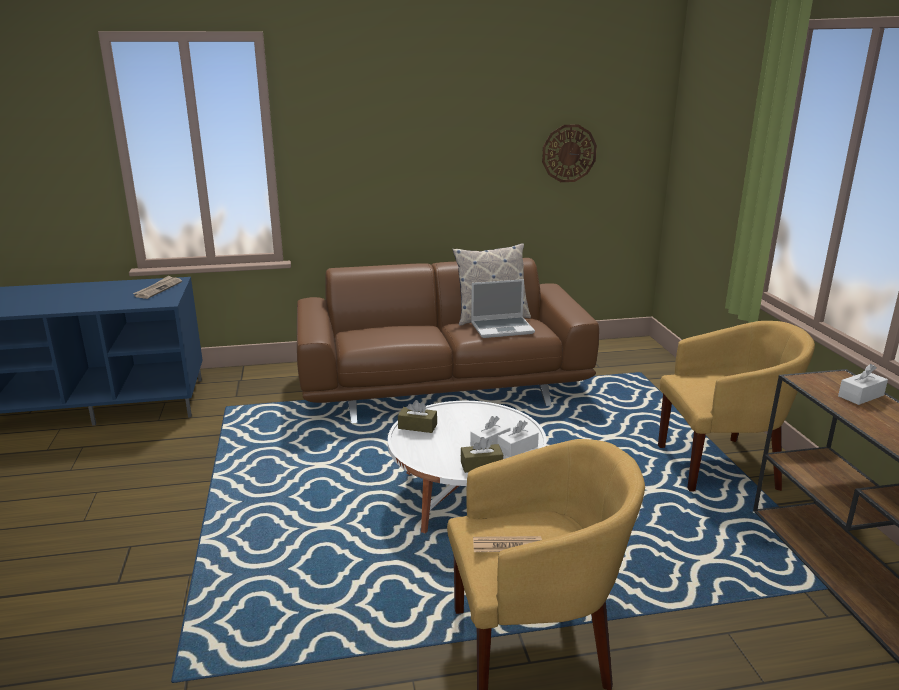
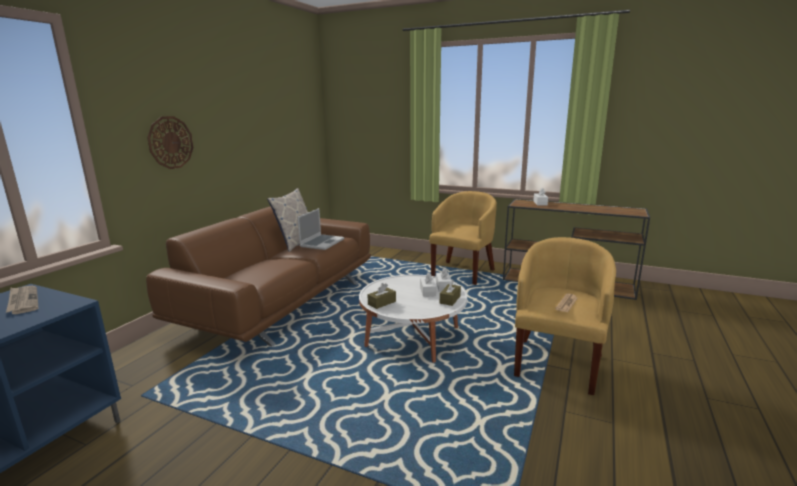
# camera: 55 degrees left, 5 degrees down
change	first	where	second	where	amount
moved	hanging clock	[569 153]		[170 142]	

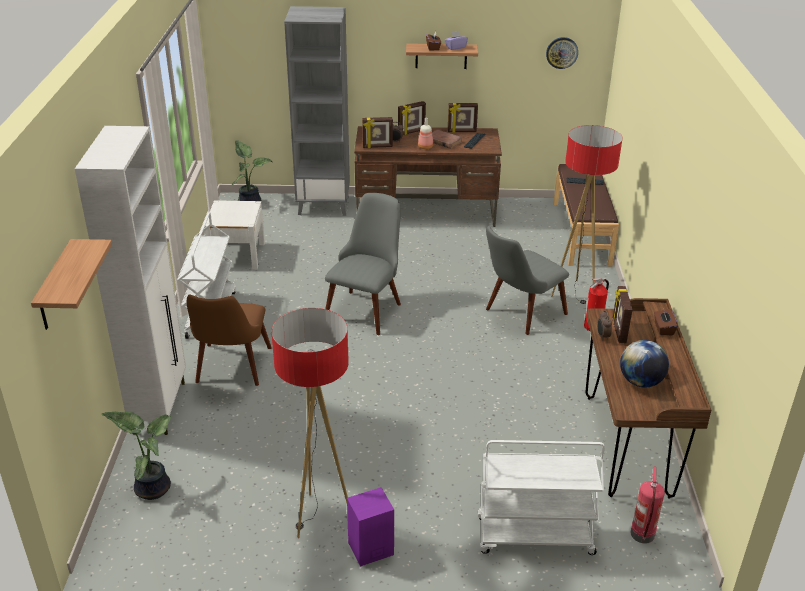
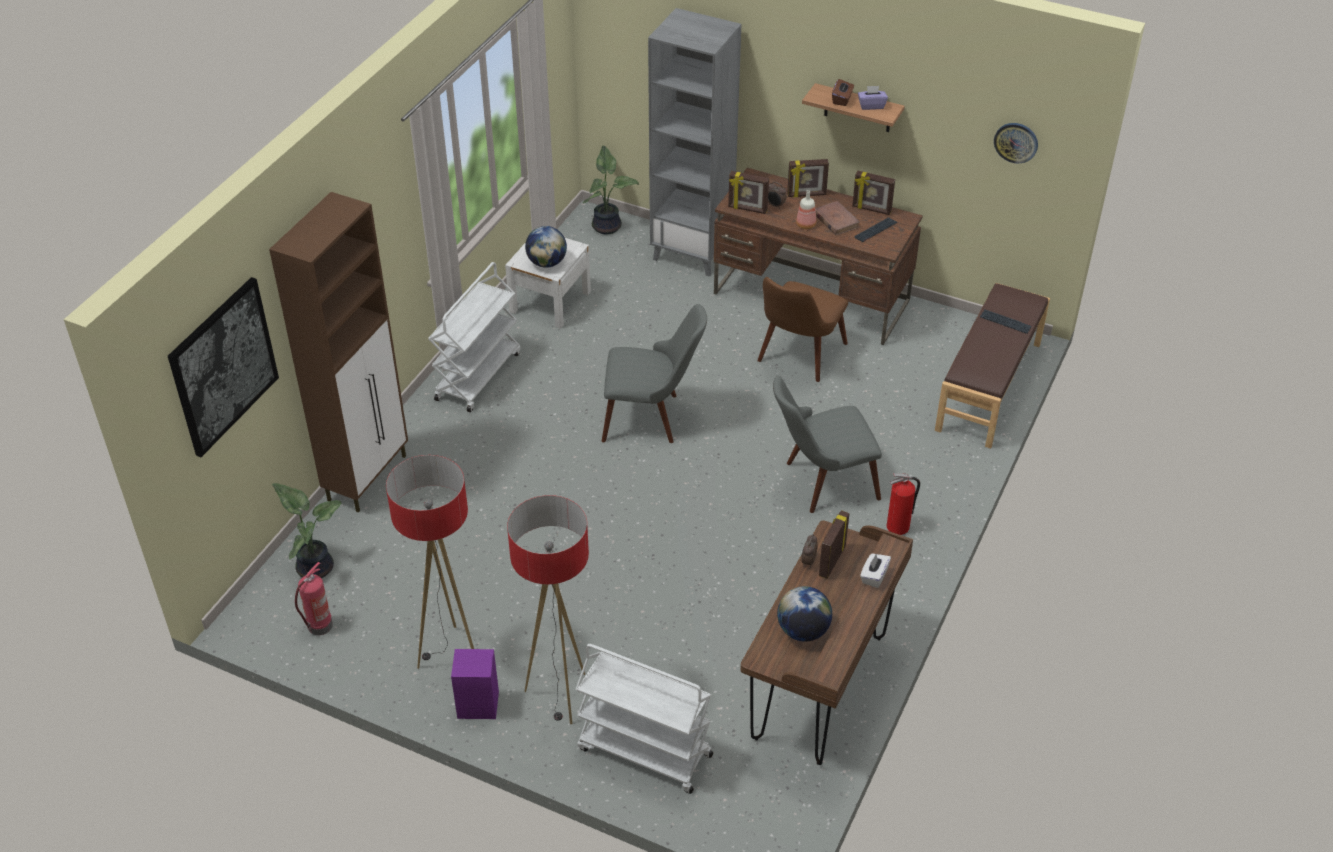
# camera: 25 degrees right, 10 degrees up
change	first	where	second	where	amount
replaced	wall shelf	[71 284]	wall picture	[223 367]	
recoloured	storage cabinet (whitish)	[130 280]	storage cabinet (brown)	[338 352]	
moved	fire extinguisher	[647 504]		[314 598]	
moved	standard lamp	[587 214]		[548 609]	
added			desk globe	[546 247]	
turned	plain chair (greyish)	[363 264]		[654 373]	45 degrees clockwise
moved	plain chair (brown)	[229 340]		[802 329]	
recoloured	box of tissues (brown)	[666 322]	box of tissues (whitish)	[875 570]	

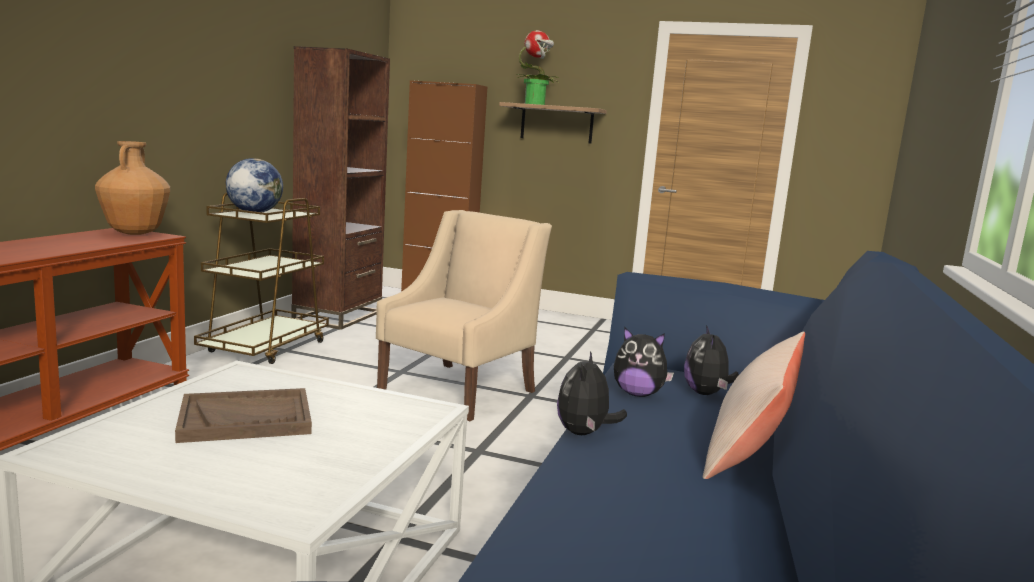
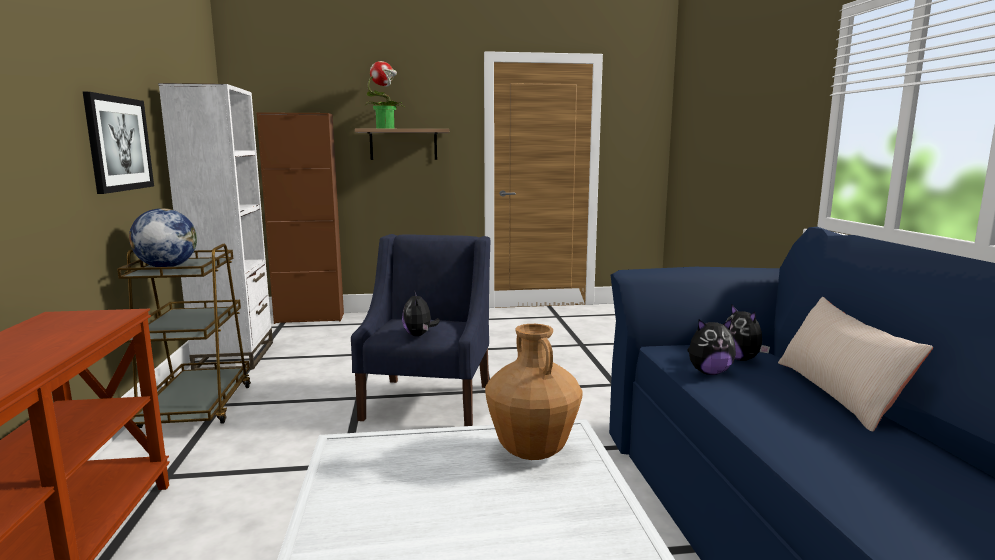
# camera: 25 degrees left, 0 degrees up
change	first	where	second	where	amount
added			wall picture	[118 143]	
recoloured	bookcase (brown)	[341 188]	bookcase (whitish)	[215 226]	
recoloured	easy chair (beige)	[464 315]	easy chair (blue)	[420 330]	
moved	cuddly toy	[592 393]		[421 313]	
moved	vase (brown)	[132 188]		[534 392]	
removed	serving tray (brown)	[243 415]			

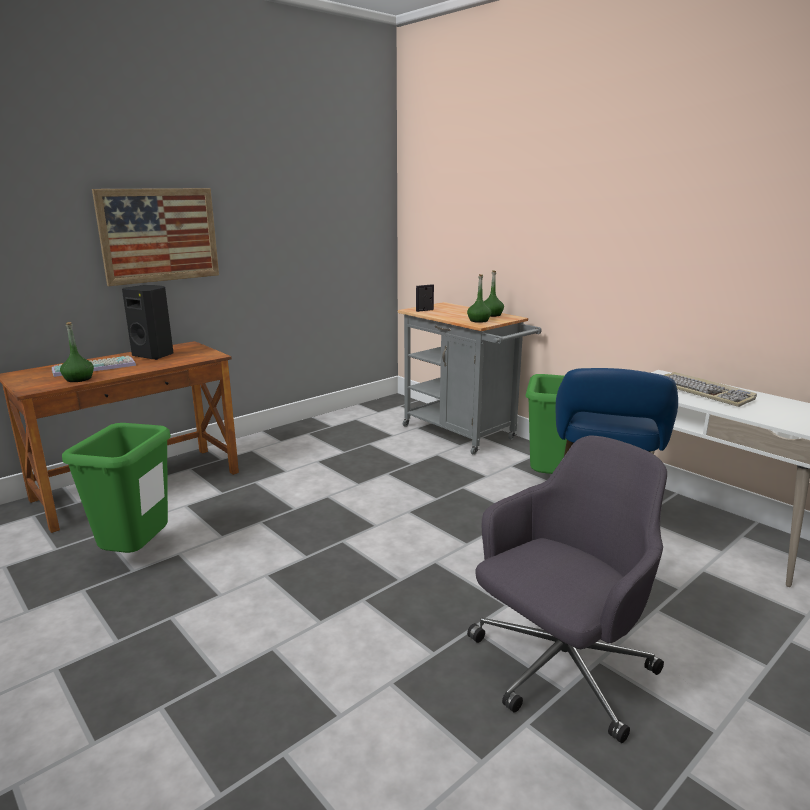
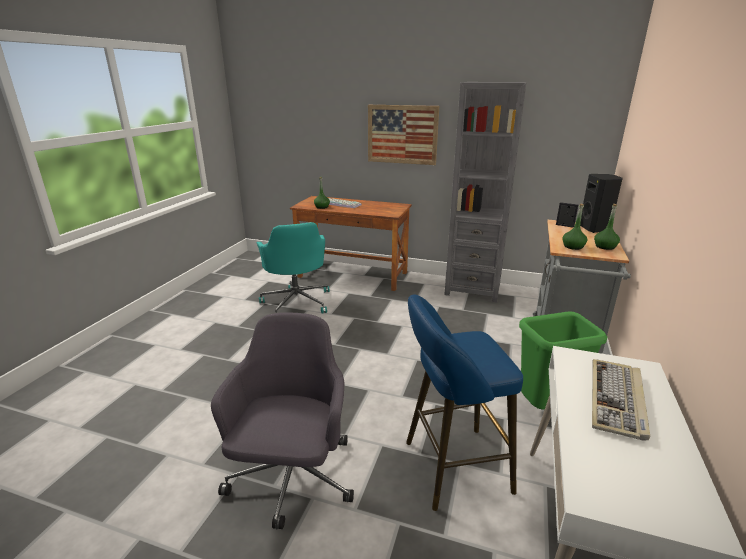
# camera: 60 degrees right, 5 degrees up
change	first	where	second	where	amount
turned	desk chair (greyish)	[567 589]		[282 421]	105 degrees counterclockwise
replaced	rubbish bin (green)	[116 488]	desk chair (turquoise)	[293 268]	
added			bookcase (greyish)	[485 192]	
moved	audio speaker (black-coloured)	[148 322]		[601 203]	

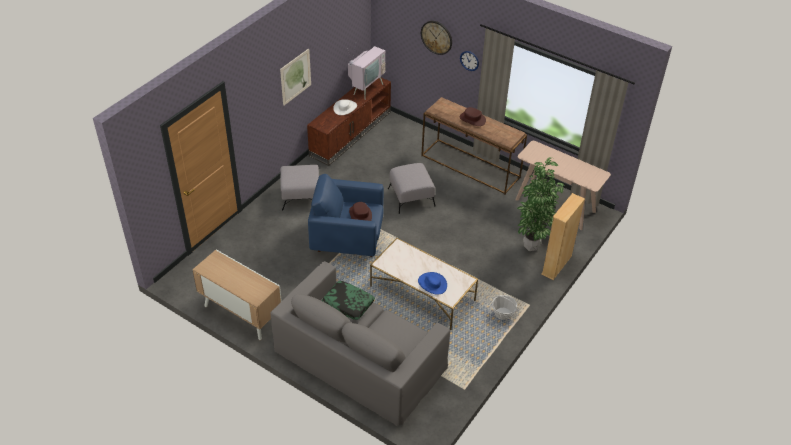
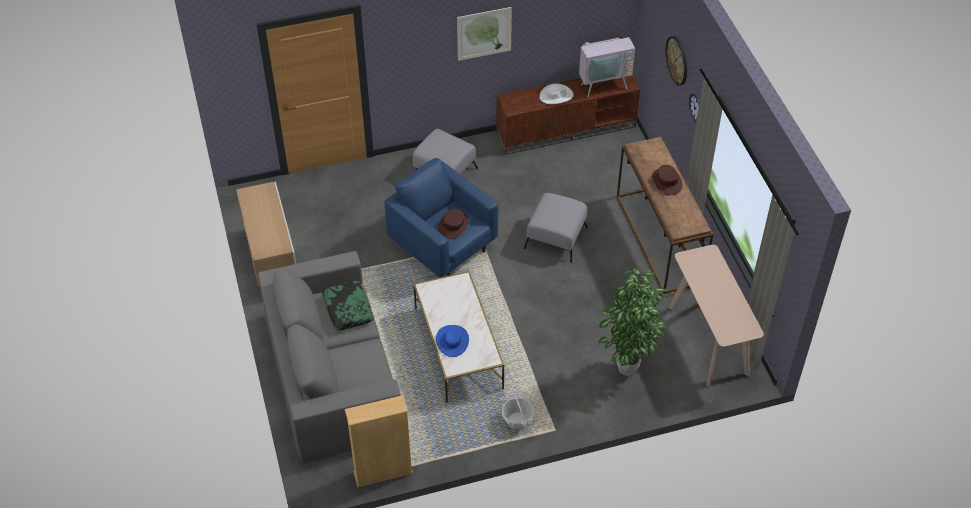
# camera: 40 degrees right, 5 degrees up
change	first	where	second	where	amount
moved	bookcase (beige)	[563 236]		[379 441]	

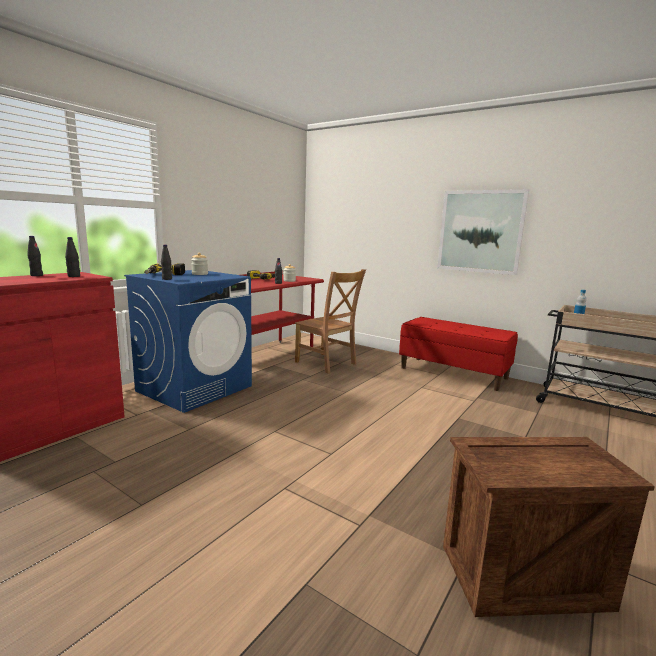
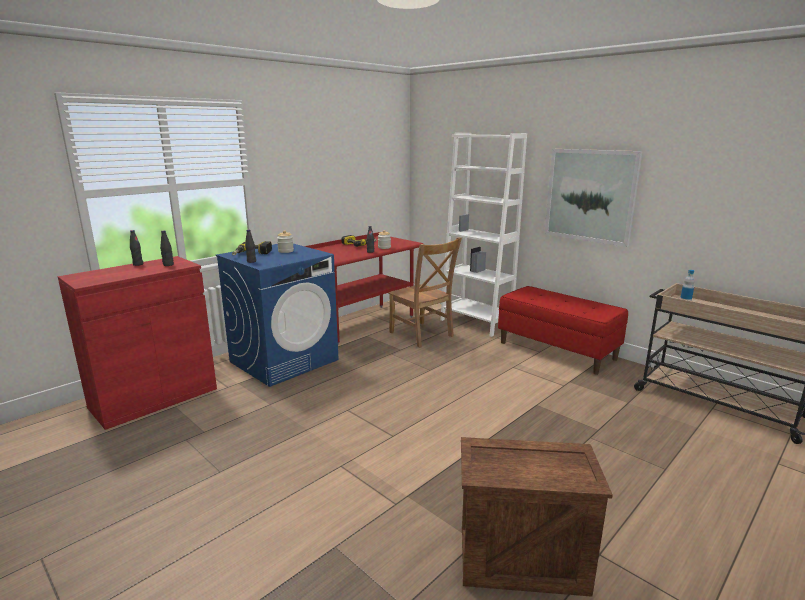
# camera: 10 degrees right, 5 degrees up
change	first	where	second	where	amount
added			bookcase (whitish)	[483 235]	

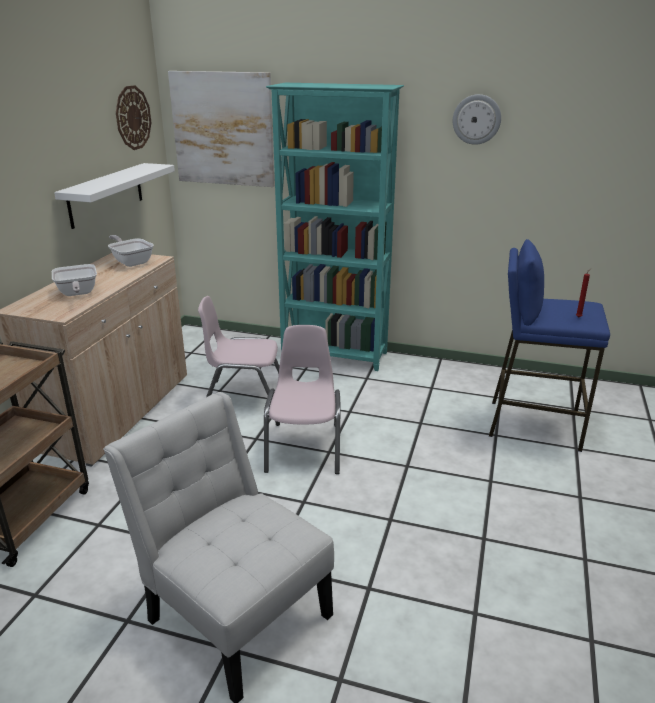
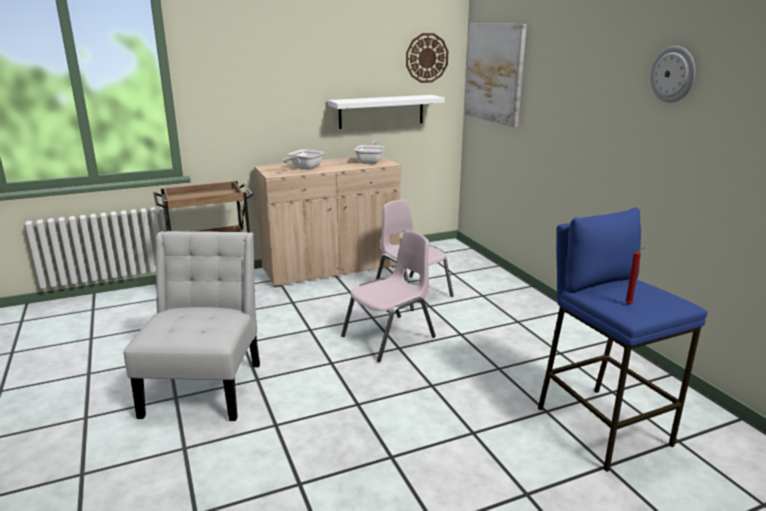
# camera: 50 degrees right, 5 degrees down
change	first	where	second	where	amount
removed	bookcase (turquoise)	[335 227]			

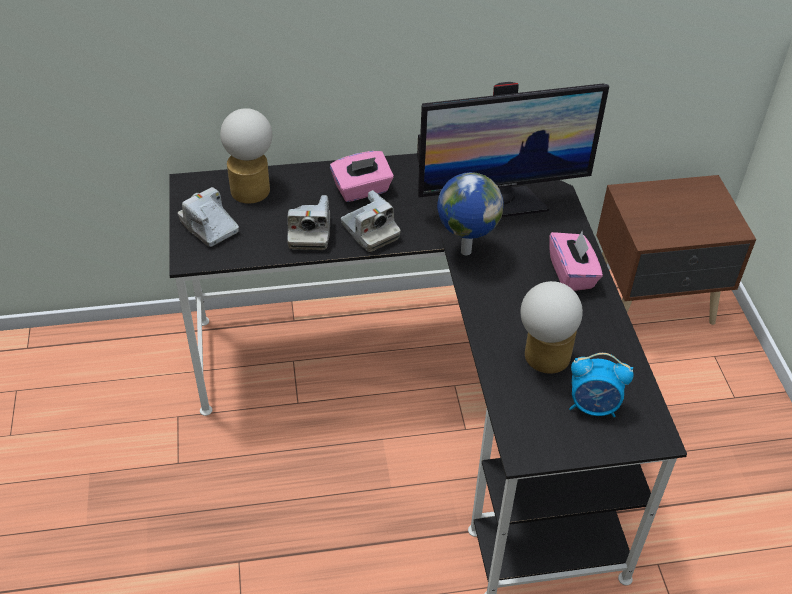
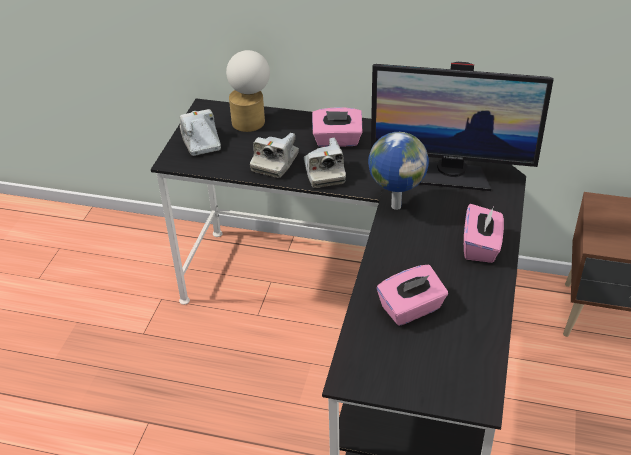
# camera: 25 degrees right, 5 degrees down
change	first	where	second	where	amount
replaced	lamp for a table	[551 327]	box of tissues (pink-coloured)	[412 295]	
removed	bedside clock	[601 385]			

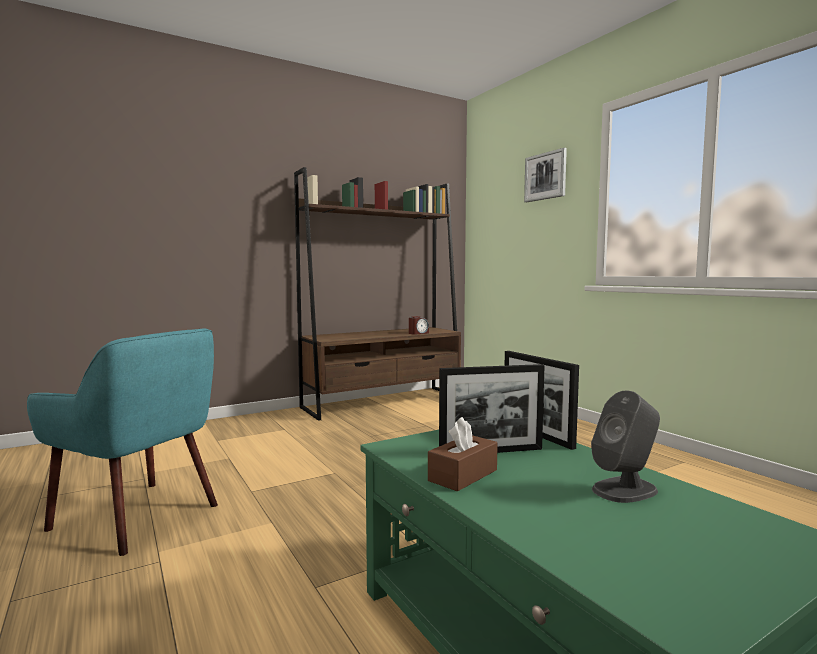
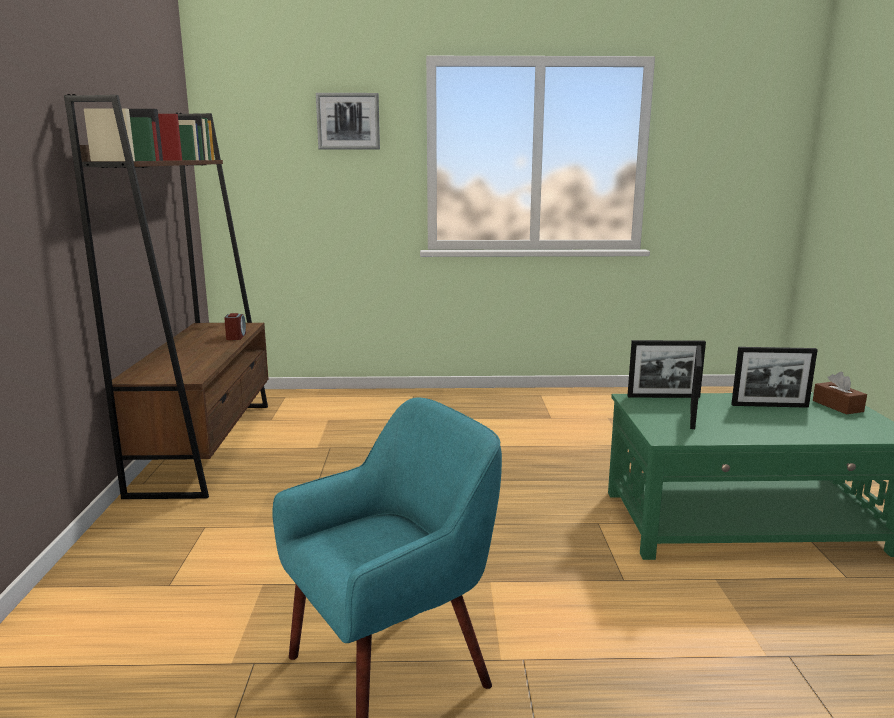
# camera: 60 degrees left, 10 degrees up
change	first	where	second	where	amount
replaced	audio speaker (greyish)	[625 447]	picture frame	[774 377]	
moved	box of tissues (brown)	[463 454]		[840 393]	

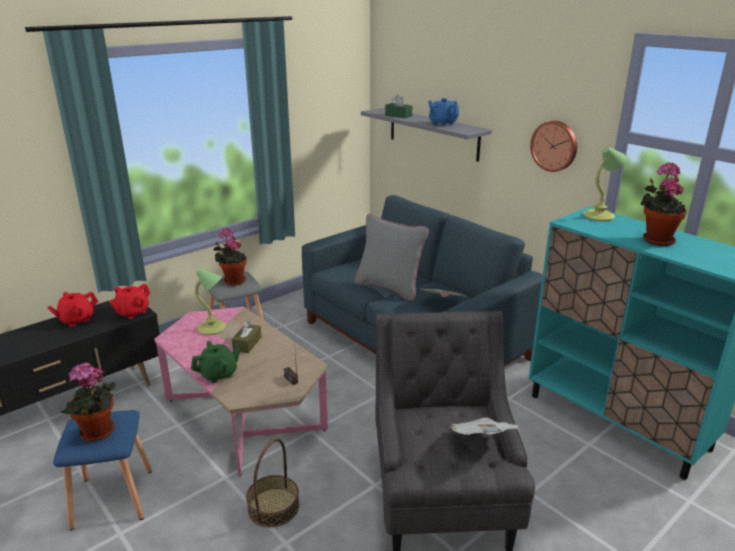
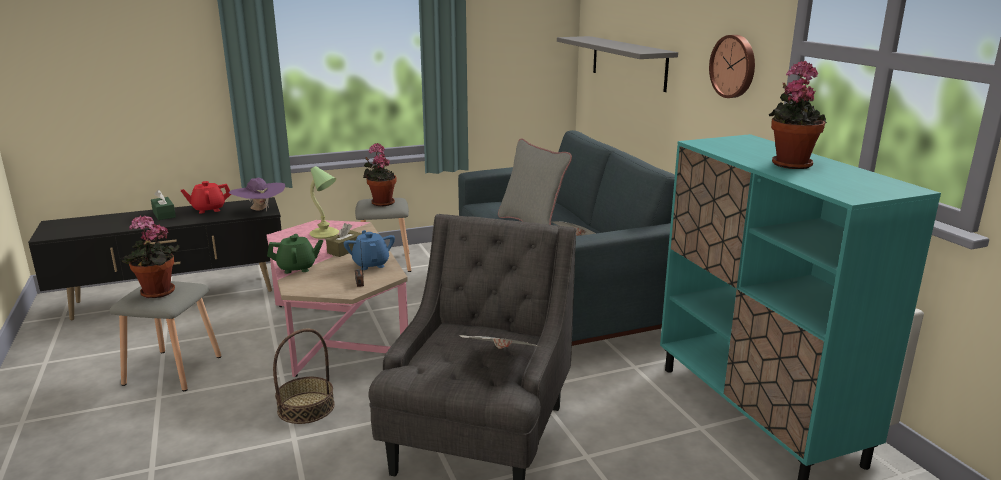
# camera: 20 degrees right, 5 degrees down
change	first	where	second	where	amount
recoloured	sitting stool (blue)	[102 470]	sitting stool (greyish)	[165 336]	
moved	box of tissues (green)	[398 106]		[163 204]	
replaced	pot for tea (reddish)	[129 301]	clothing hat (purple)	[257 194]	
moved	pot for tea (blue)	[443 112]		[369 250]	
removed	lamp for a table	[605 183]			

